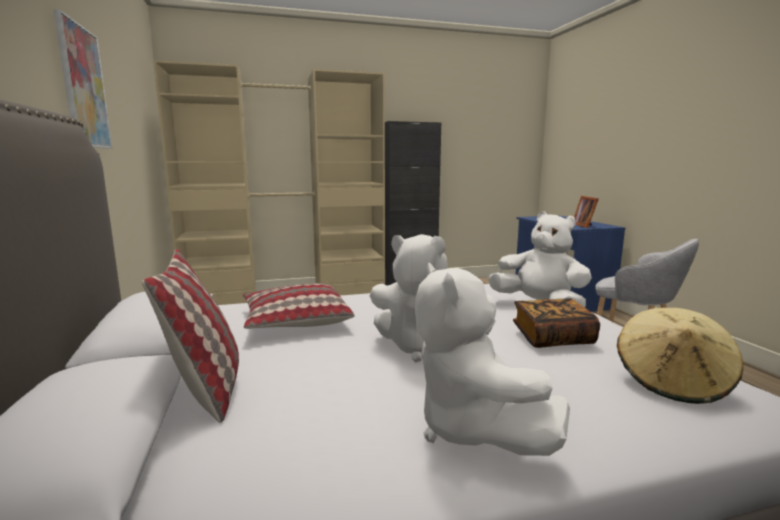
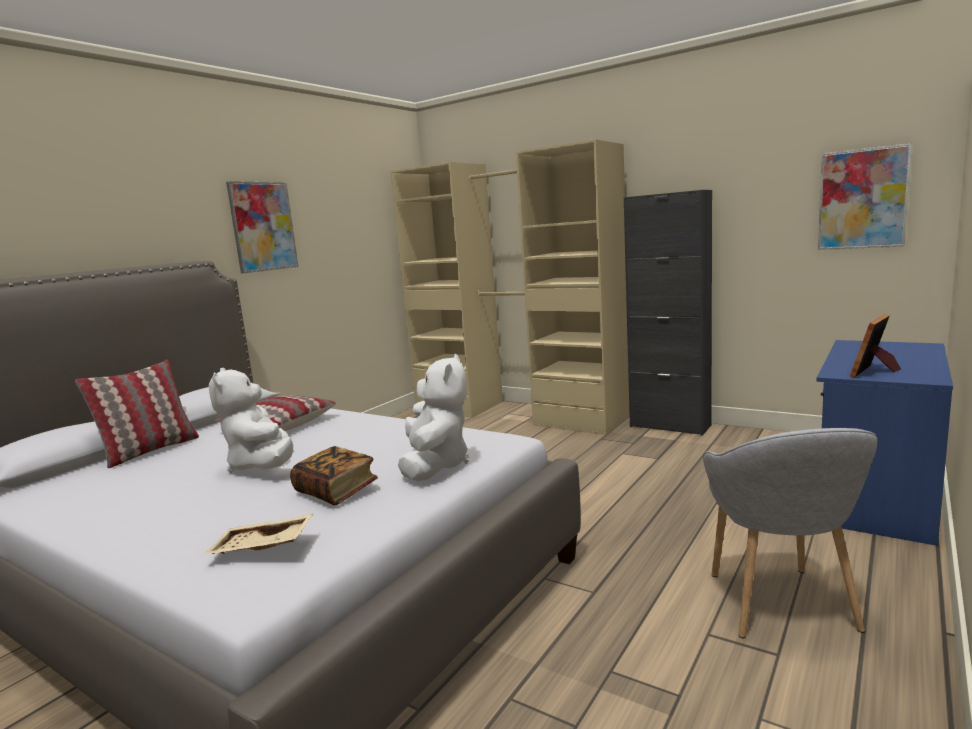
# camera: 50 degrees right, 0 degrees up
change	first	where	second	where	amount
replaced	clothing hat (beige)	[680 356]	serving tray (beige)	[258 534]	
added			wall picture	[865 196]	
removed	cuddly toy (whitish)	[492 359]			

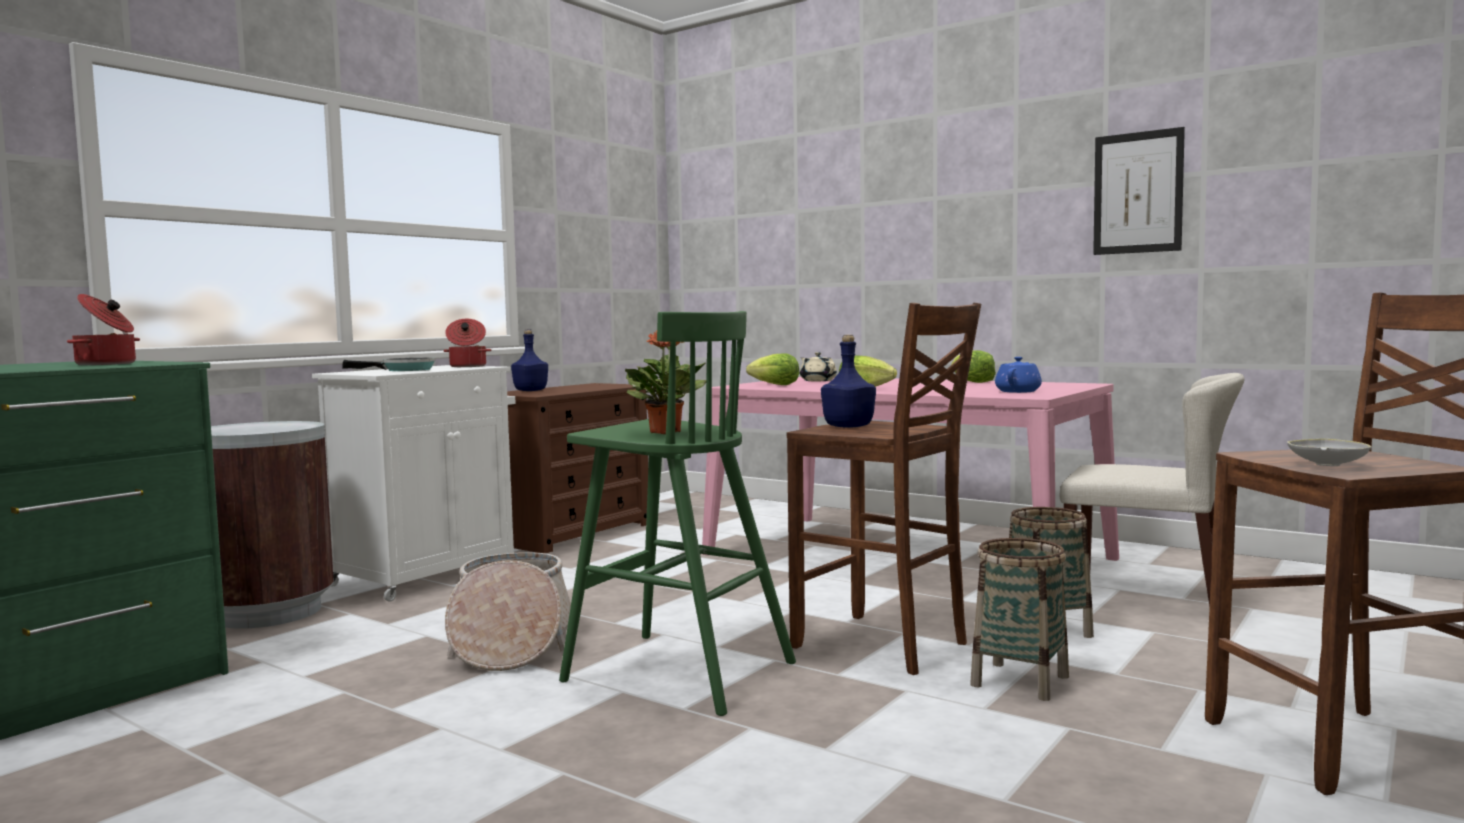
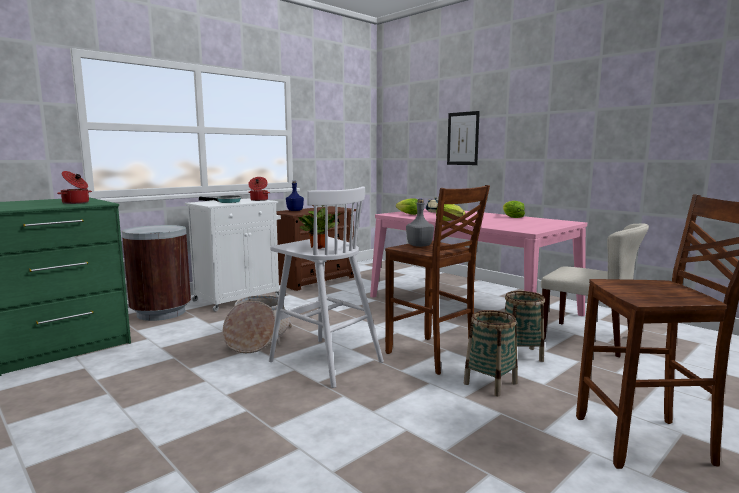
# camera: 10 degrees right, 5 degrees up
change	first	where	second	where	amount
recoloured	sitting stool (green)	[677 513]	sitting stool (whitish)	[326 287]	
recoloured	bottle (blue)	[848 381]	bottle (greyish)	[420 223]	
moved	wall picture	[1139 191]		[463 138]	
removed	pot for tea (blue)	[1018 375]			
removed	bowl (whitish)	[1329 452]			

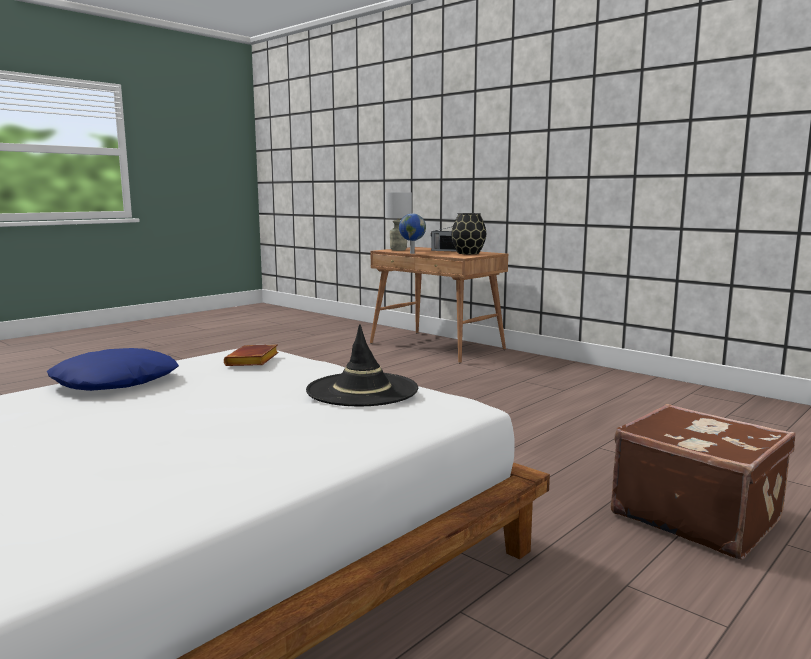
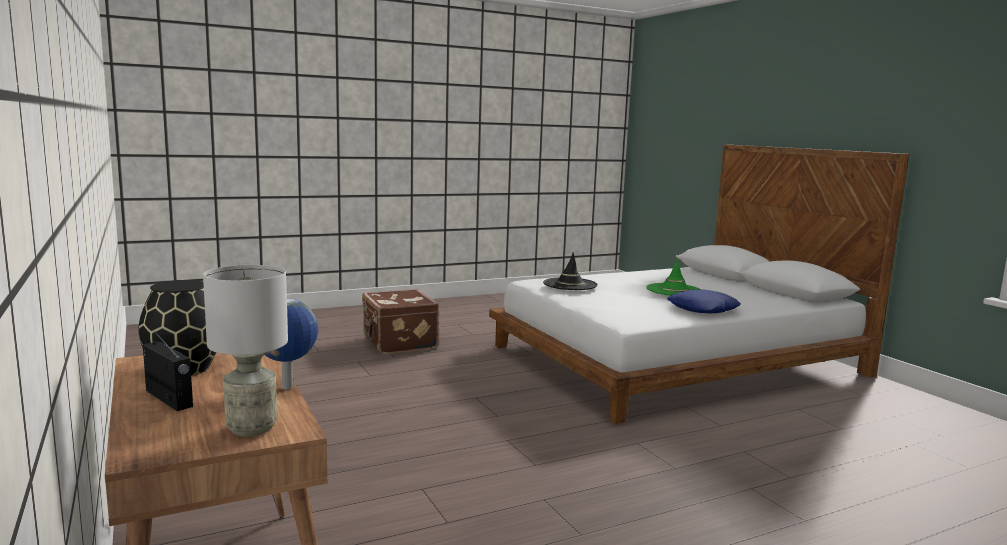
# camera: 160 degrees left, 0 degrees up
change	first	where	second	where	amount
added			clothing hat (green)	[673 277]	
removed	volume (brown)	[251 355]			

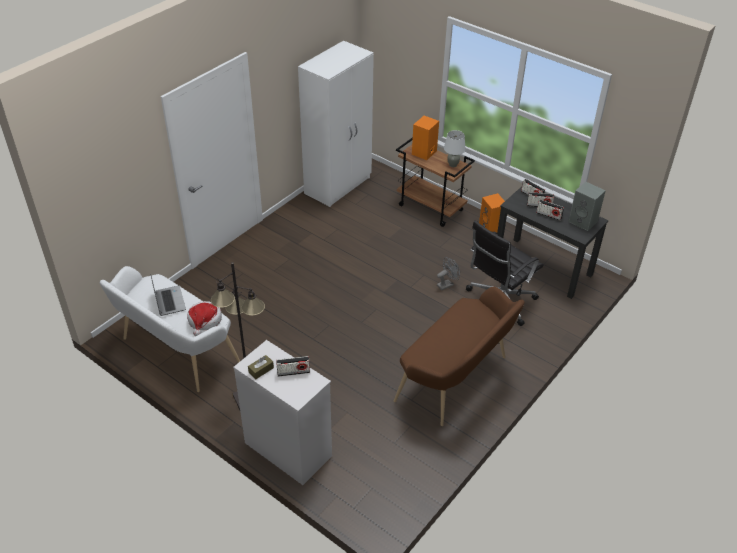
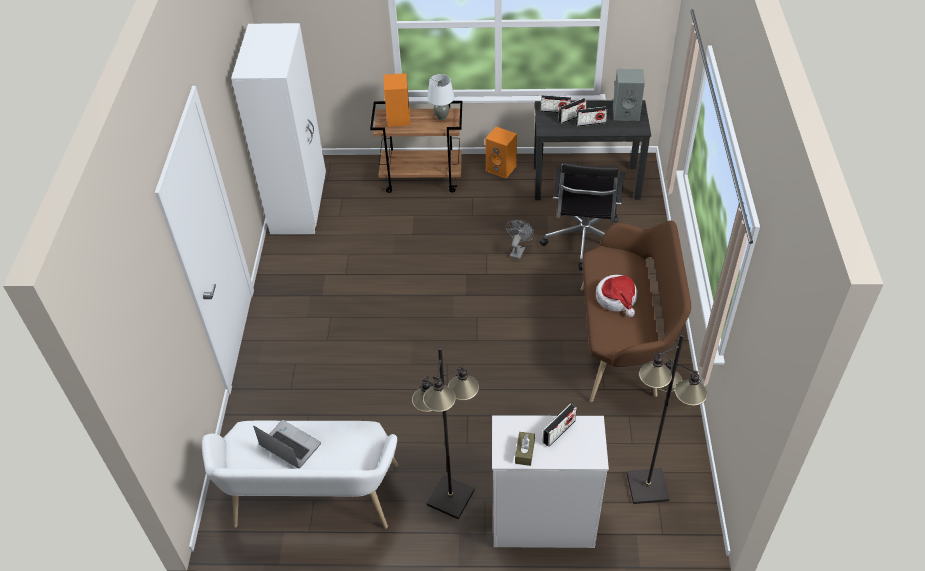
# camera: 35 degrees left, 5 degrees up
change	first	where	second	where	amount
moved	clothing hat	[204 318]		[616 296]	
added			standard lamp (black-coloured)	[667 419]	

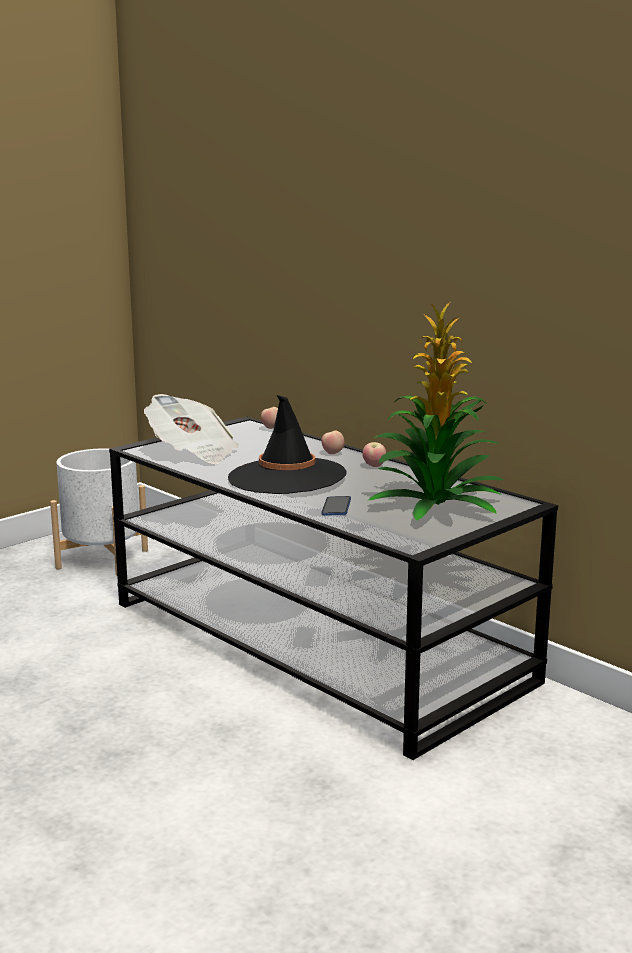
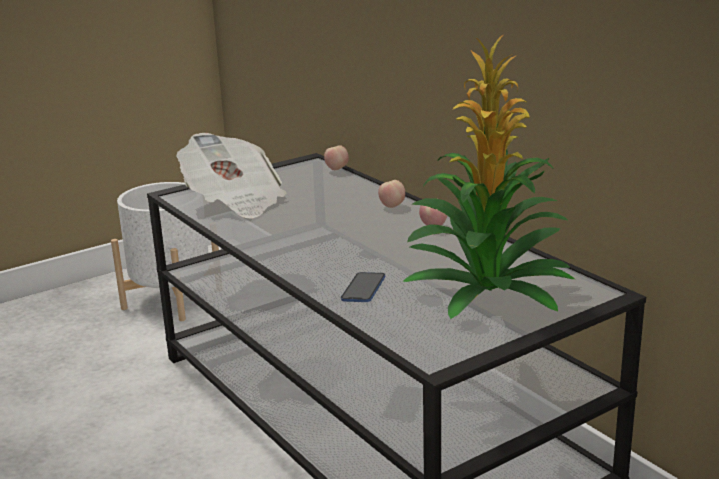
# camera: 10 degrees right, 5 degrees up
change	first	where	second	where	amount
removed	clothing hat (black-coloured)	[287 444]			

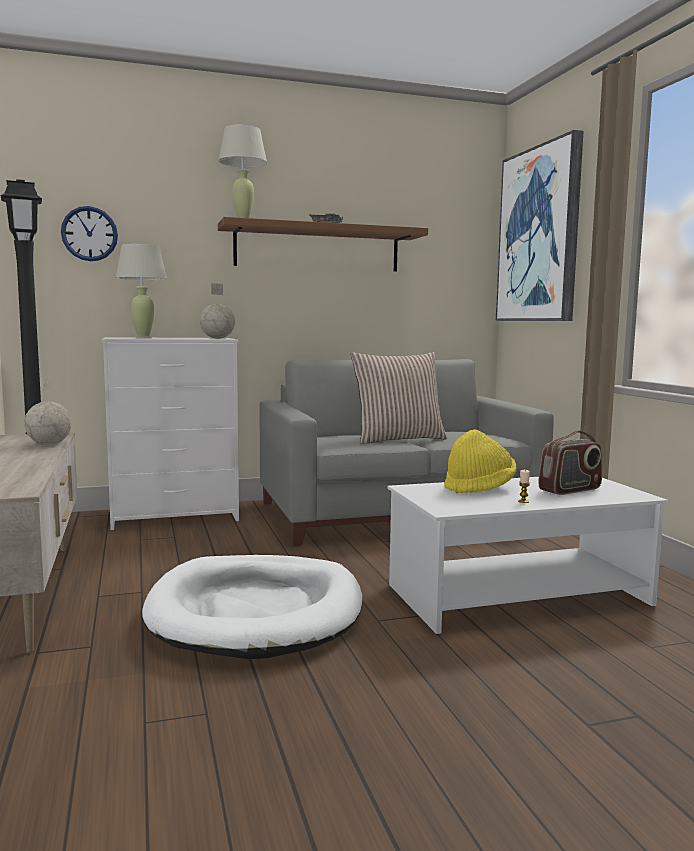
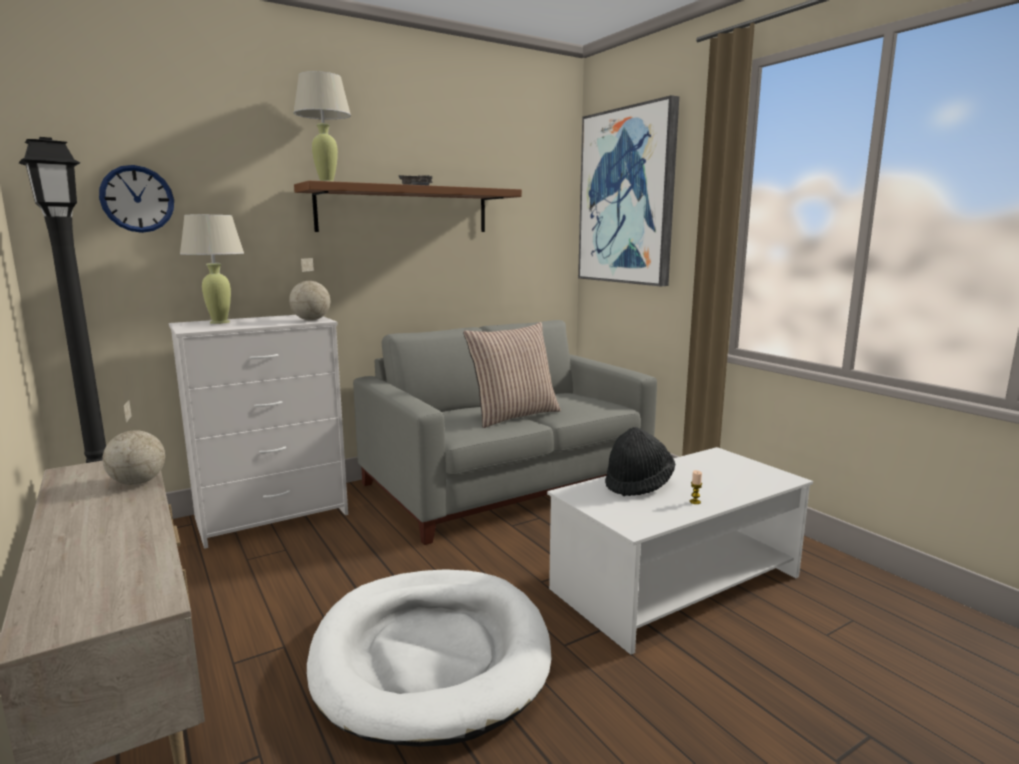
# camera: 15 degrees left, 5 degrees up
change	first	where	second	where	amount
recoloured	clothing hat (yellow-coloured)	[480 461]	clothing hat (black-coloured)	[640 461]	
removed	radio set	[570 462]			

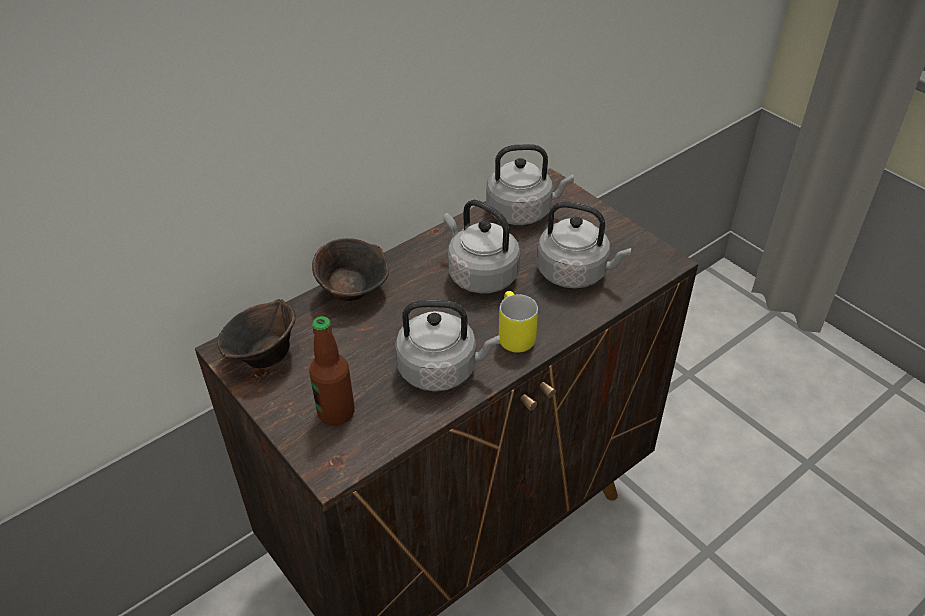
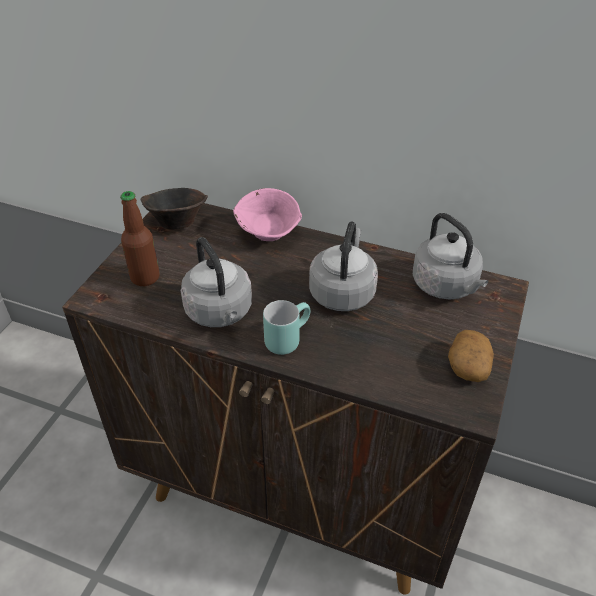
# camera: 60 degrees right, 0 degrees up
change	first	where	second	where	amount
recoloured	bowl (brown)	[350 269]	bowl (pink-coloured)	[267 214]	
recoloured	tea mug (yellow-coloured)	[518 322]	tea mug (turquoise)	[286 327]	
added			spud	[471 356]	
removed	water kettle (greyish)	[584 244]			

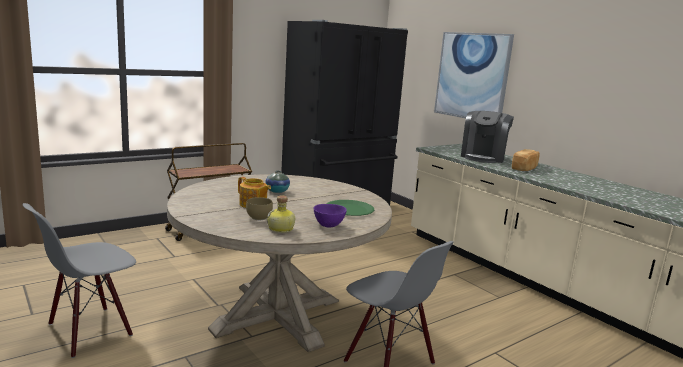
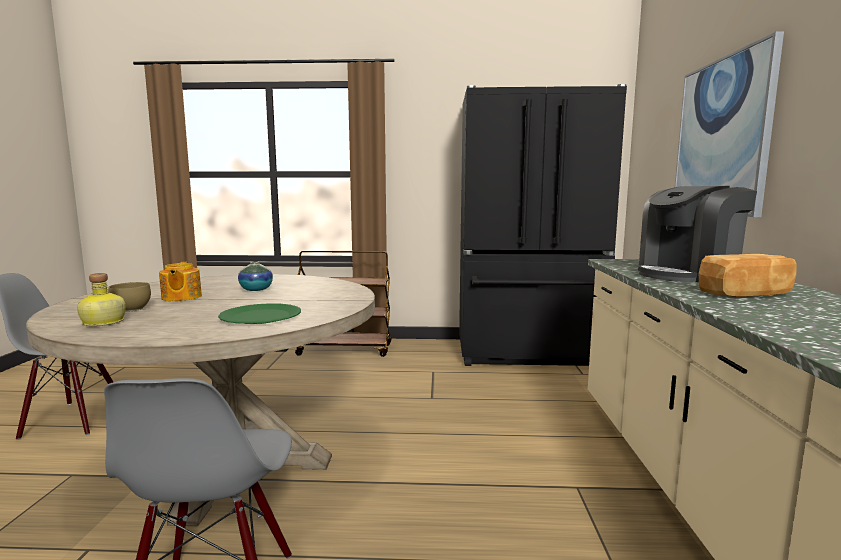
# camera: 40 degrees right, 5 degrees down
change	first	where	second	where	amount
removed	bowl (purple)	[330 215]			

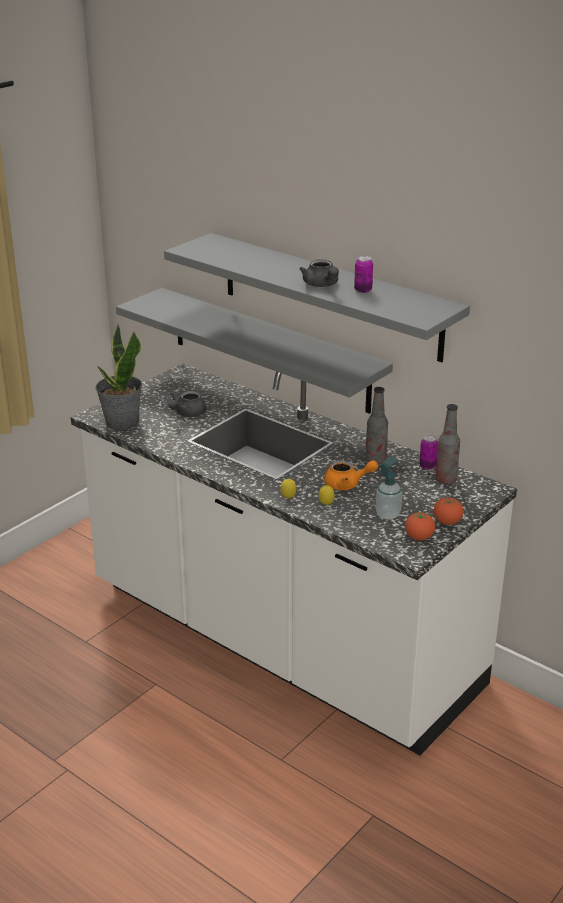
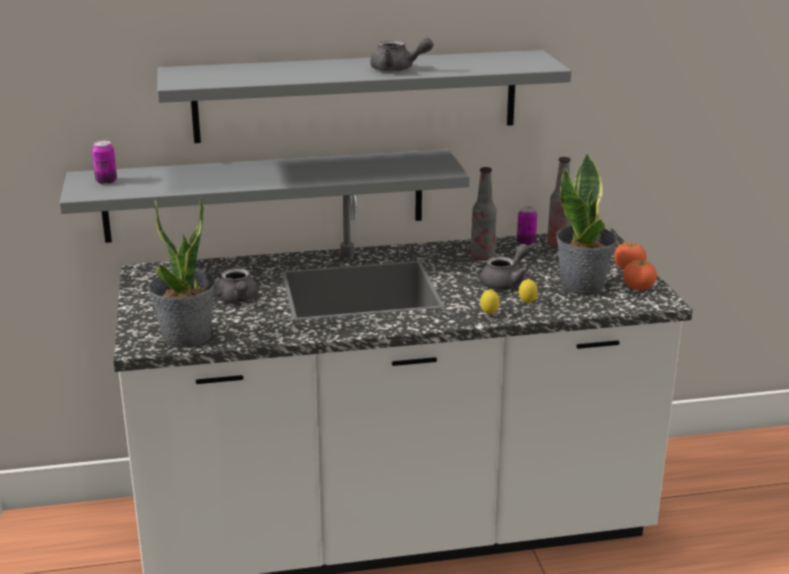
# camera: 50 degrees left, 5 degrees down
change	first	where	second	where	amount
moved	can	[363 274]		[104 162]	
recoloured	pot for tea (orangey)	[351 475]	pot for tea (greyish)	[505 267]	
replaced	soap bottle	[389 488]	potted plant	[586 224]	

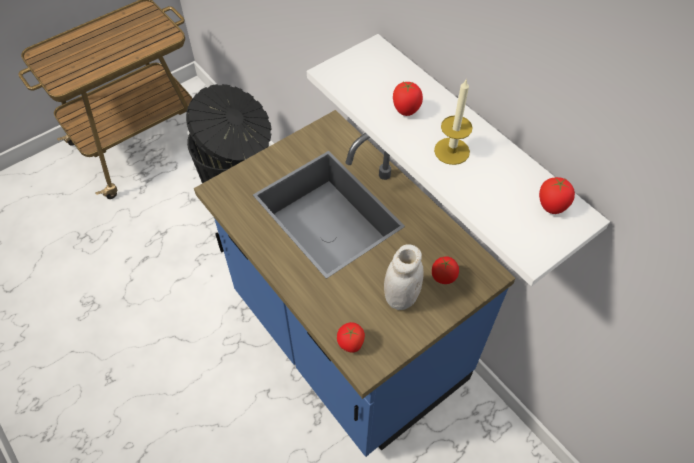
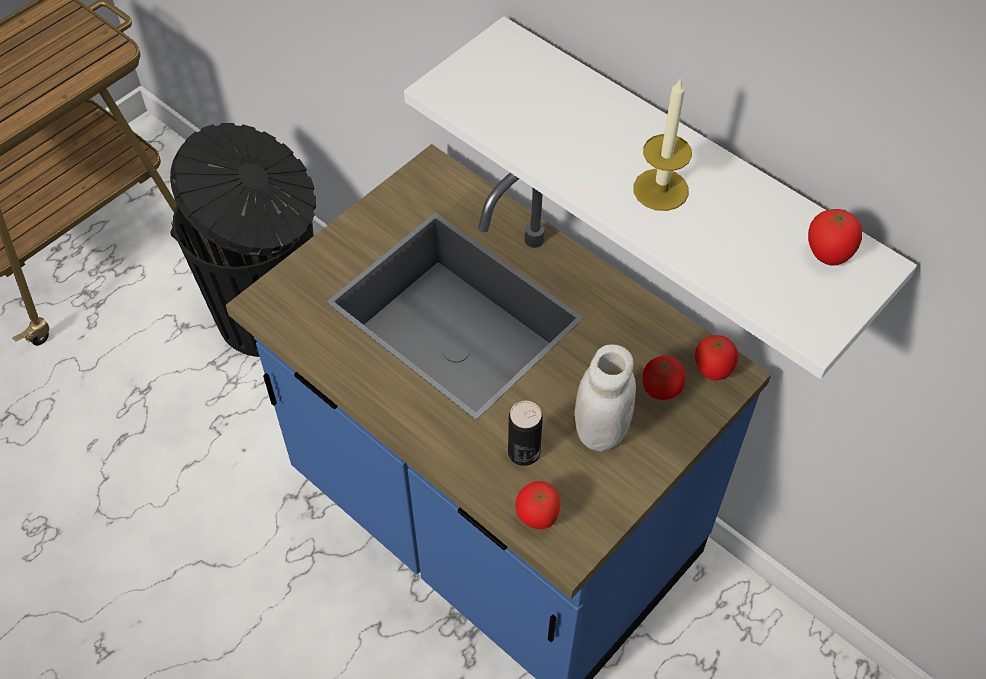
# camera: 10 degrees left, 0 degrees up
change	first	where	second	where	amount
added			can	[525 433]	
moved	whole tomato	[408 99]		[716 357]	

